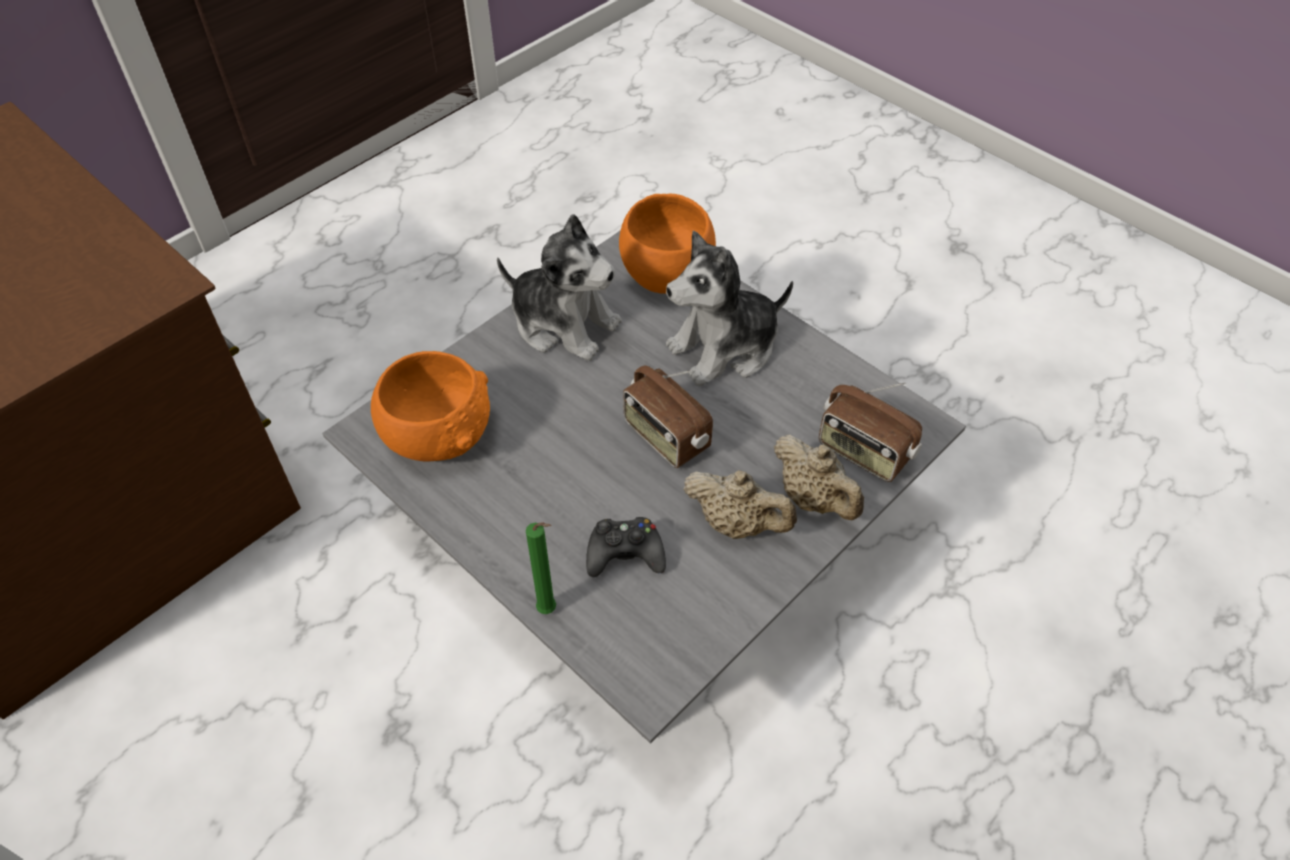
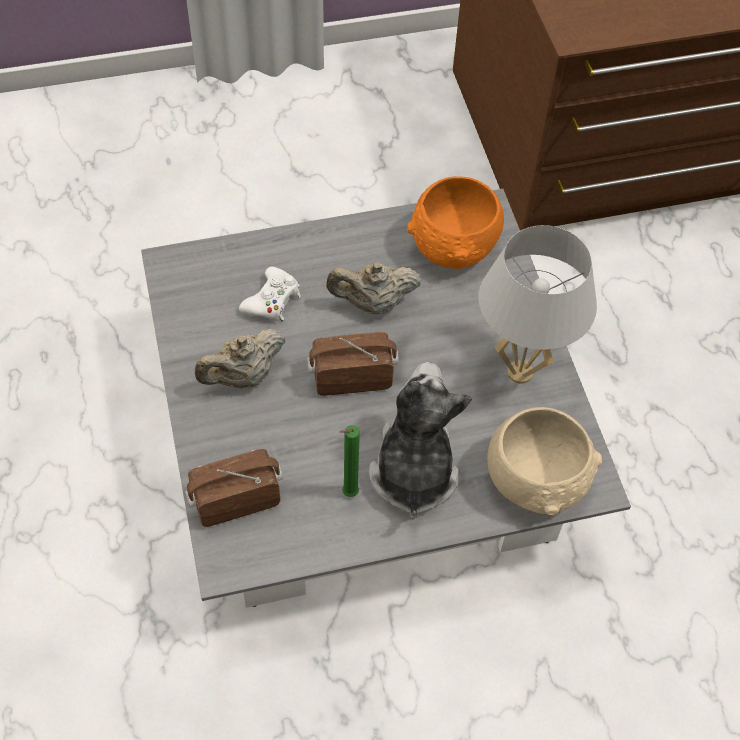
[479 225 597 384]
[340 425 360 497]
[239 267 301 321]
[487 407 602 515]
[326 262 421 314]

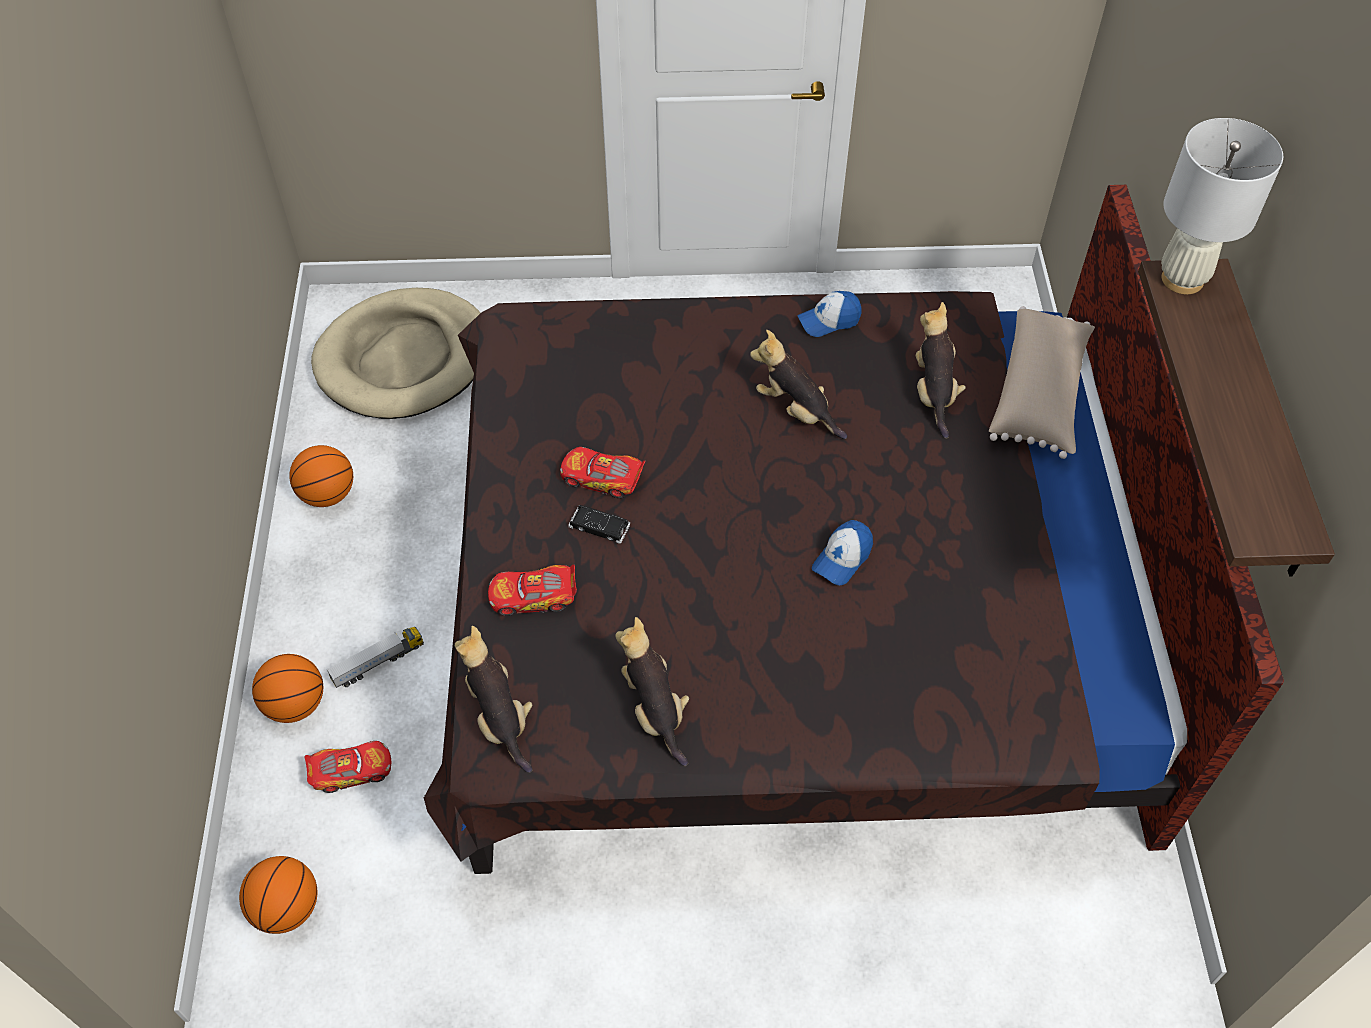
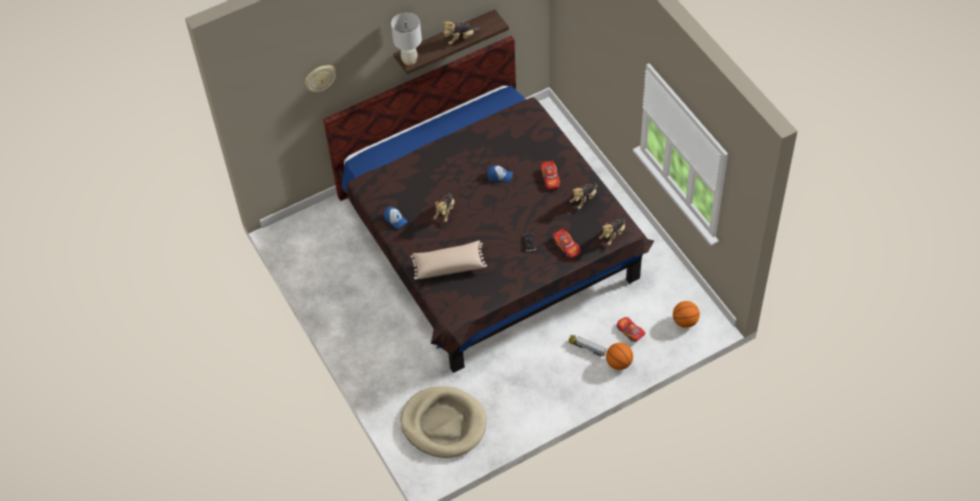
[289 445 353 507] (first image)
[541 160 560 189]
[443 21 480 45]
[411 240 487 280]
[305 65 336 92]

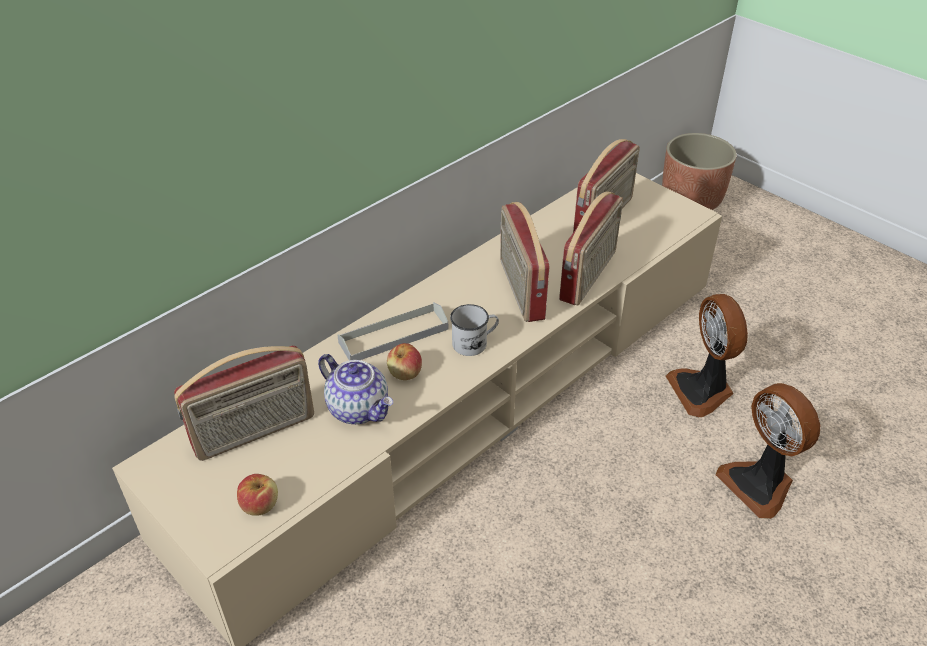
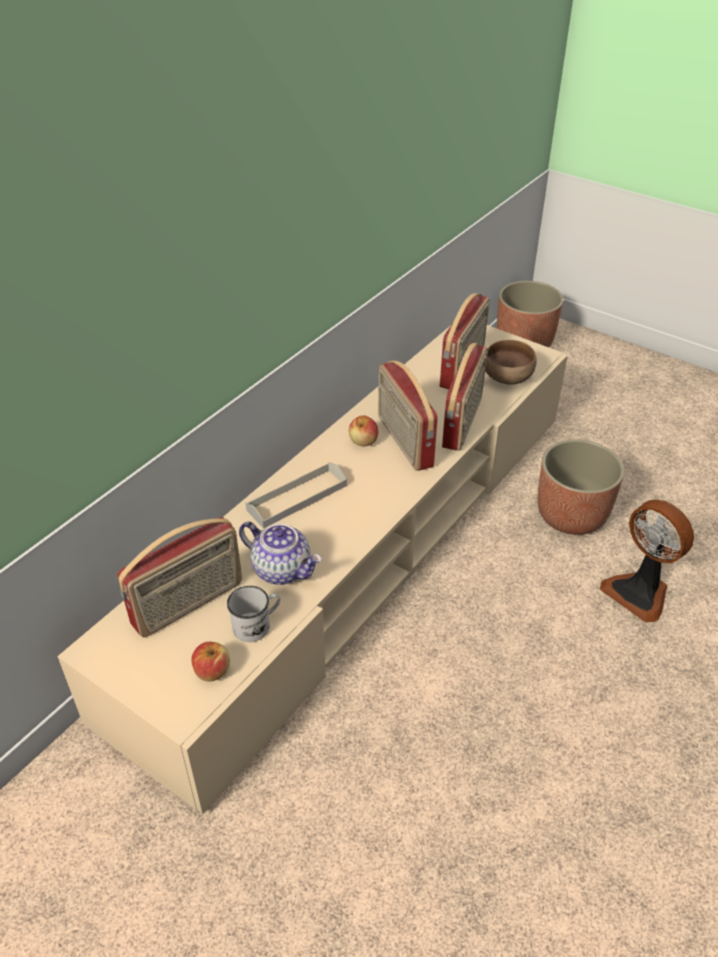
[349 415 378 446]
[227 586 280 642]
[538 440 624 535]
[485 340 537 385]

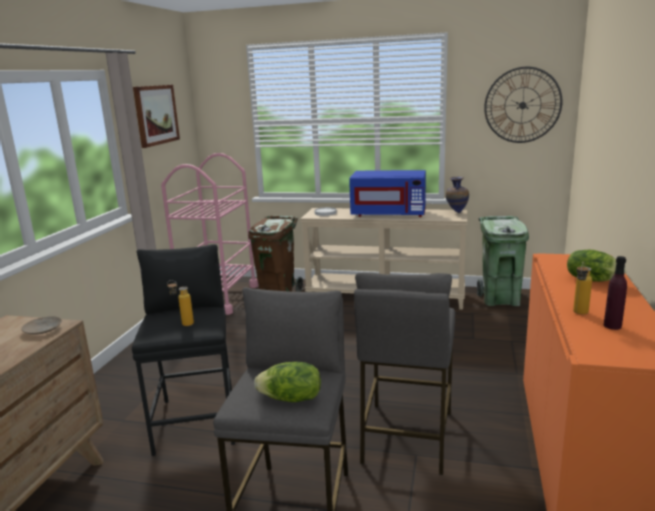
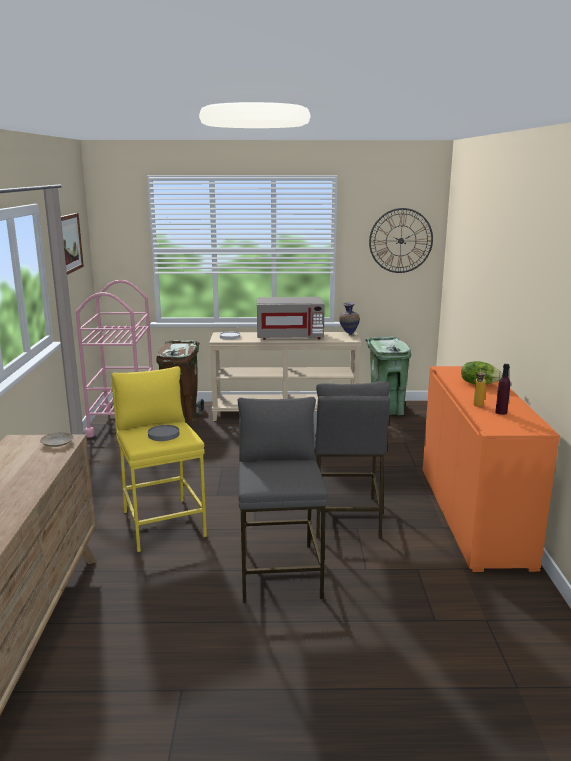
[111 366 207 552]
[148 425 179 441]
[254 362 321 402] (first image)
[257 297 325 340]

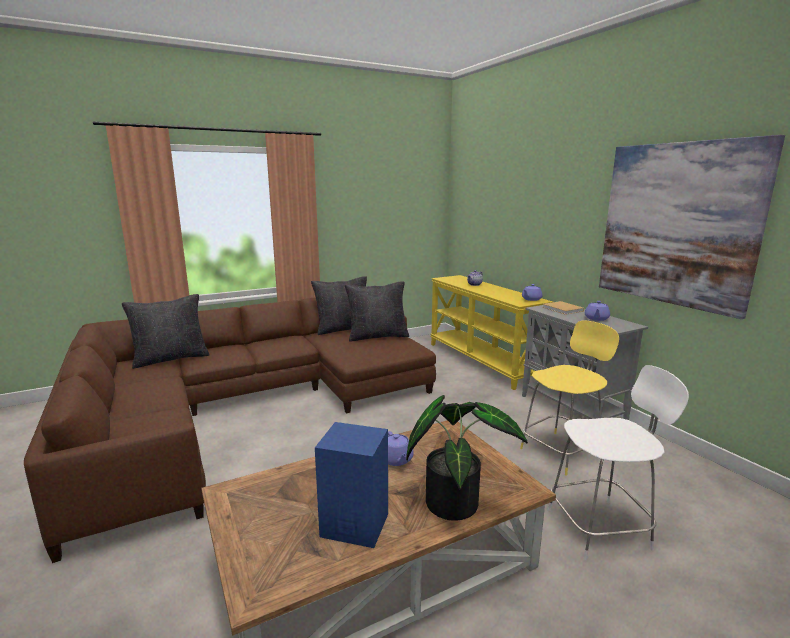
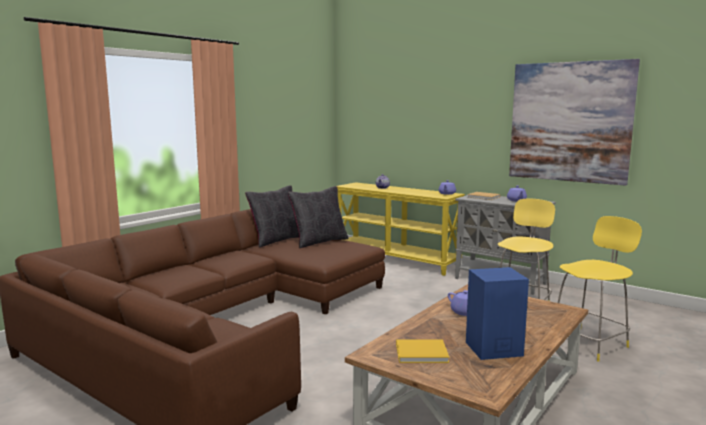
[122 294 209 369] (first image)
[406 395 528 521] (first image)
[558 216 642 362]
[396 340 449 363]

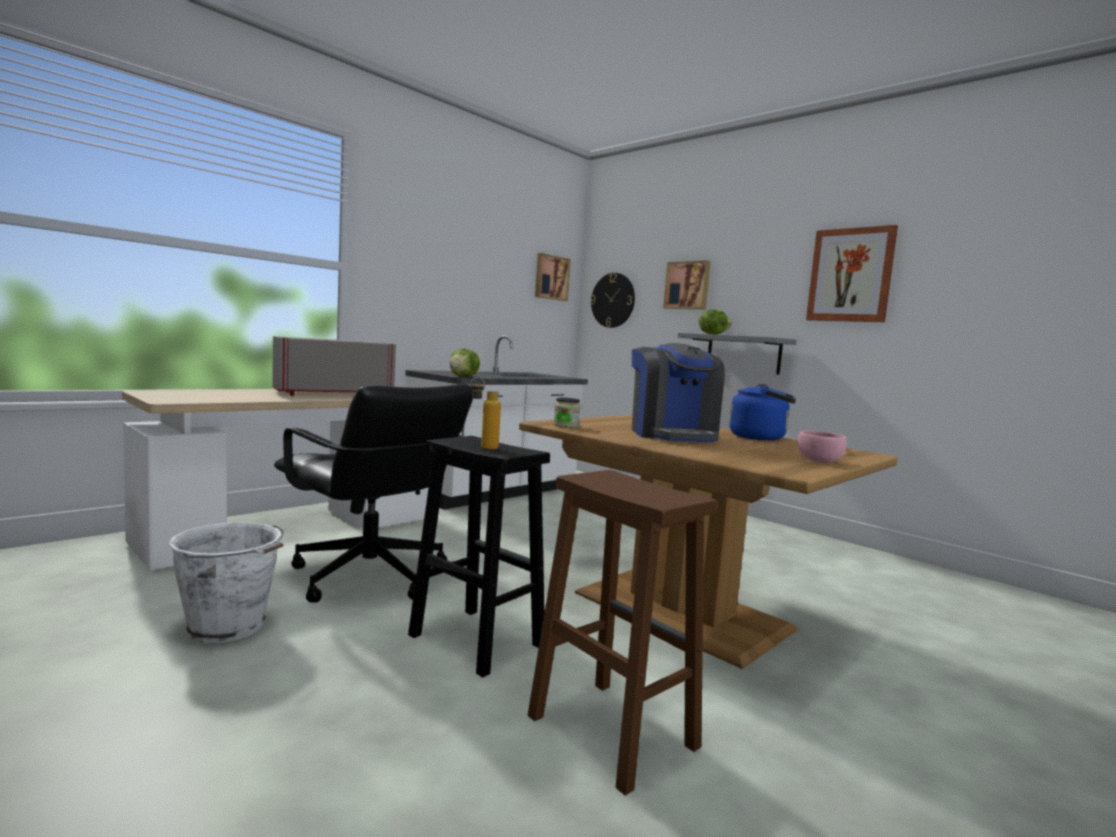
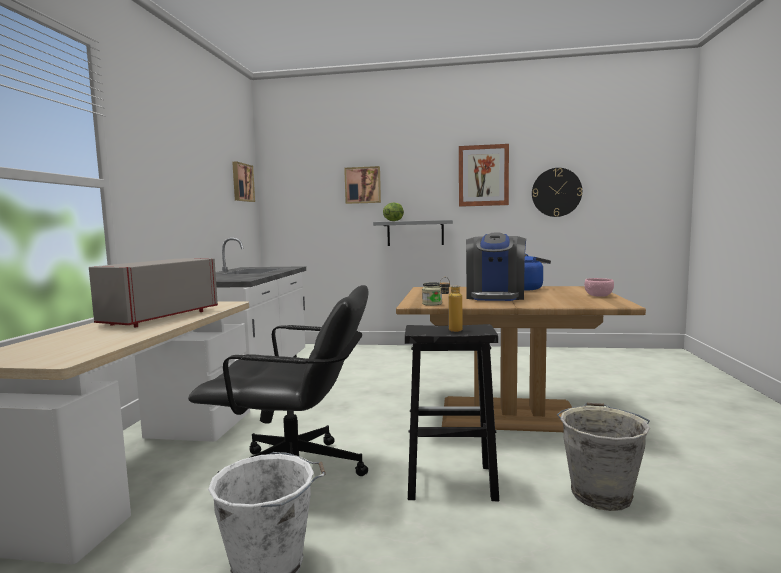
[450 348 480 377] (first image)
[557 402 650 511]
[532 168 582 217]
[466 233 526 301]

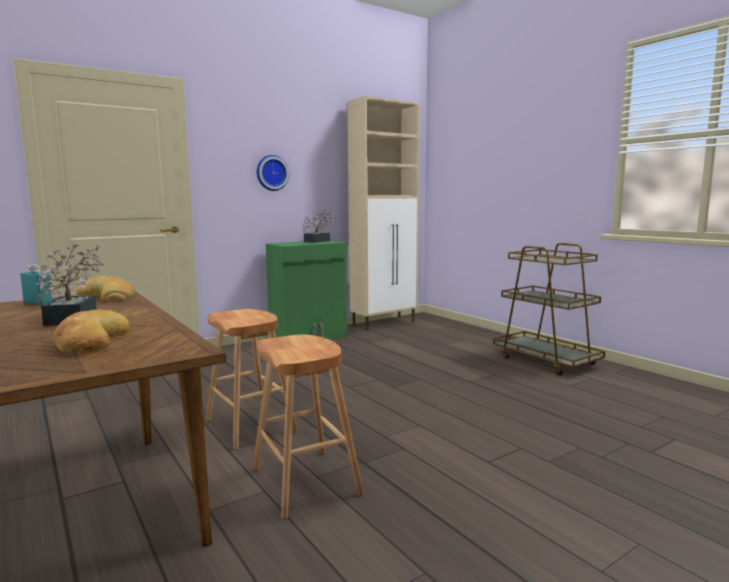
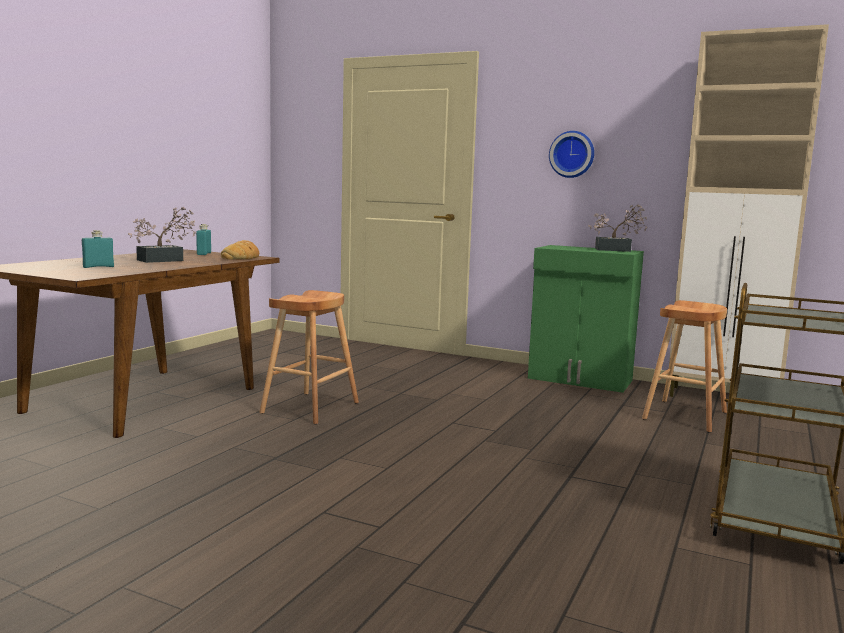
[82 230 114 268]
[642 300 727 433]

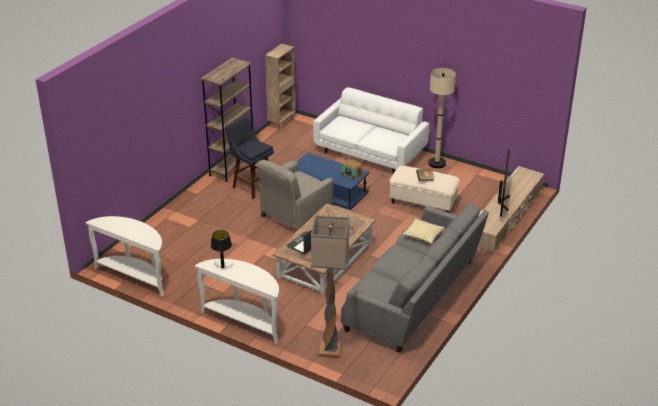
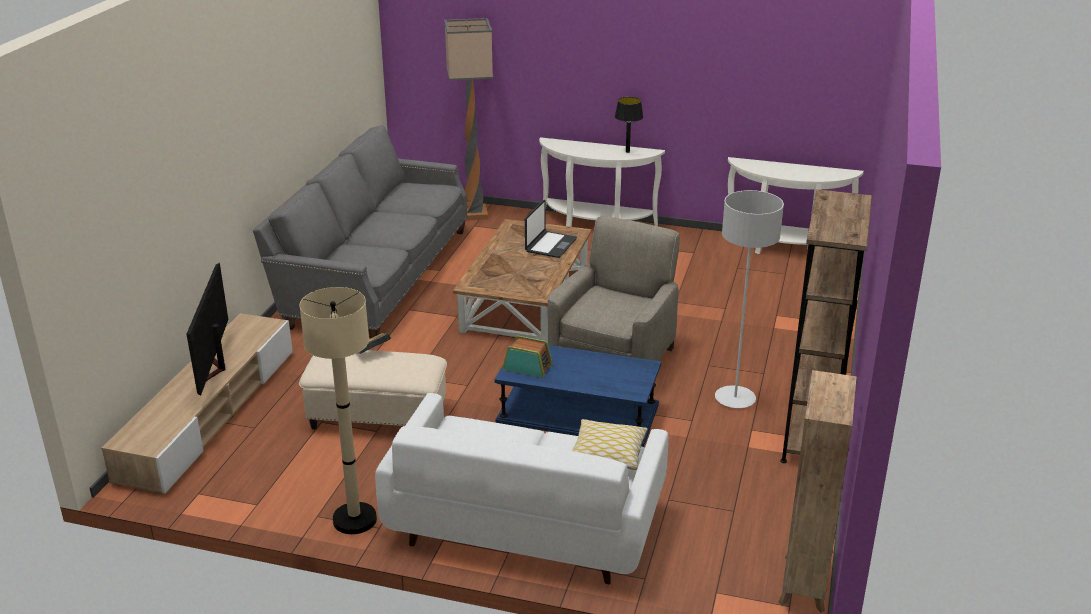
[715 190 784 408]
[572 419 648 470]

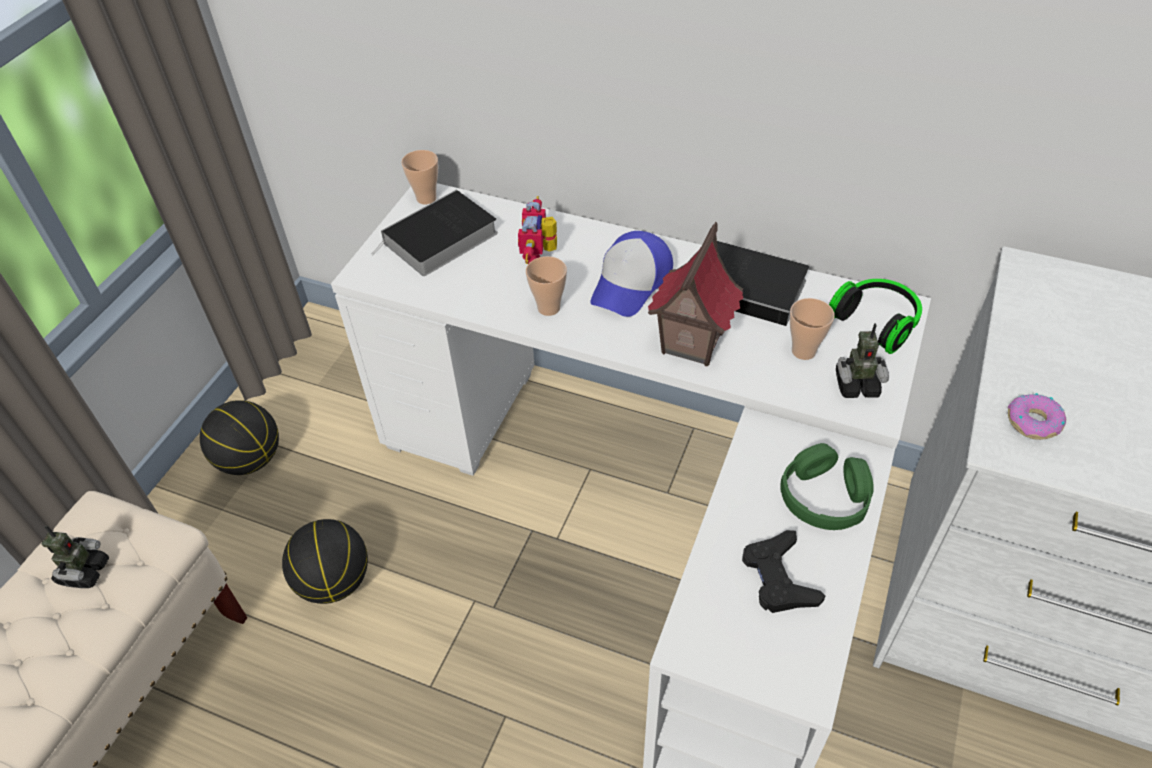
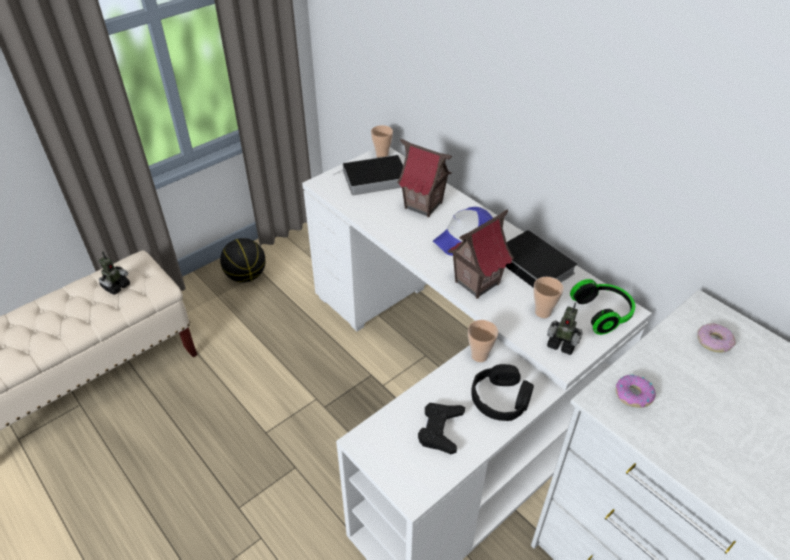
[282 519 368 604] (first image)
[397 139 452 217]
[468 320 498 362]
[471 364 534 421]
[697 323 736 352]

